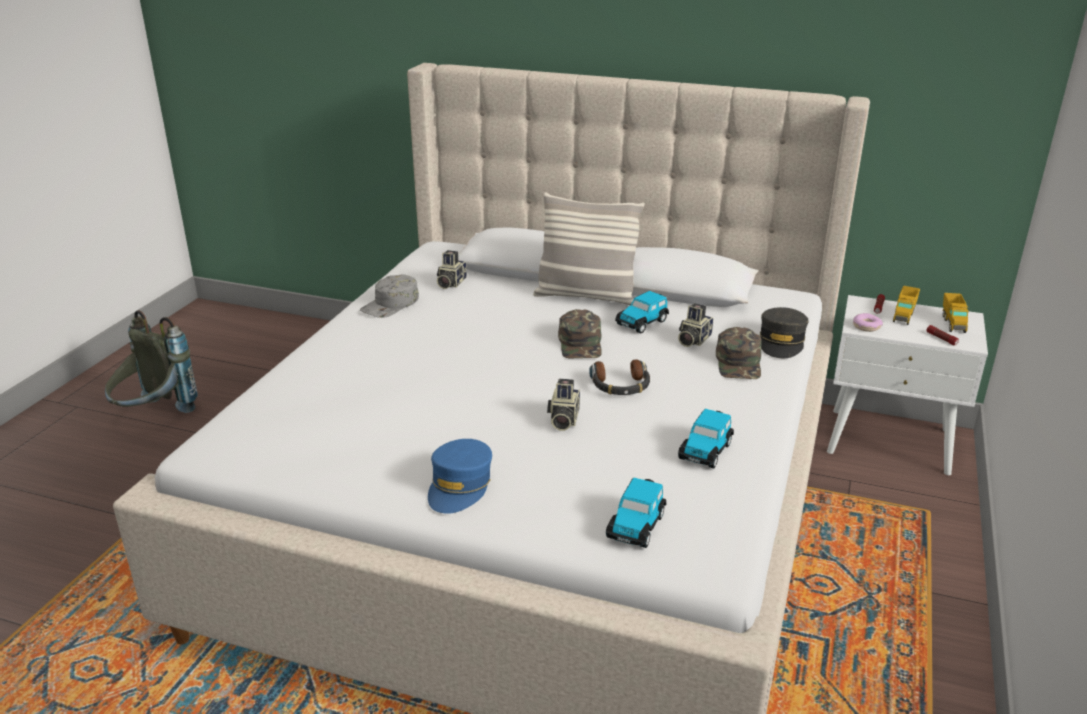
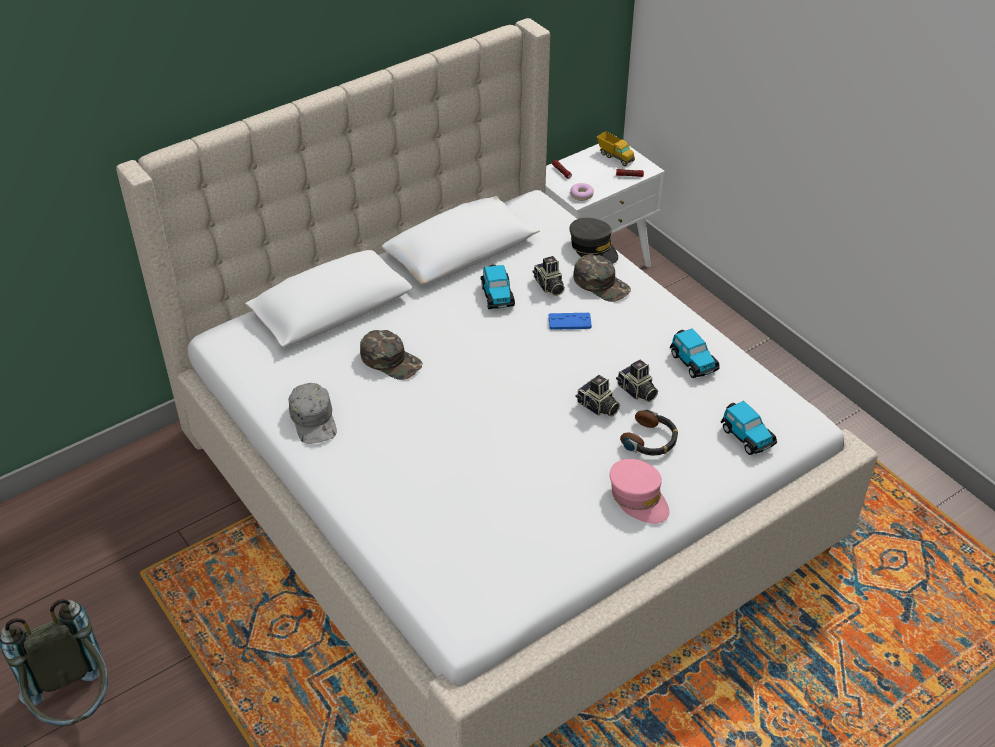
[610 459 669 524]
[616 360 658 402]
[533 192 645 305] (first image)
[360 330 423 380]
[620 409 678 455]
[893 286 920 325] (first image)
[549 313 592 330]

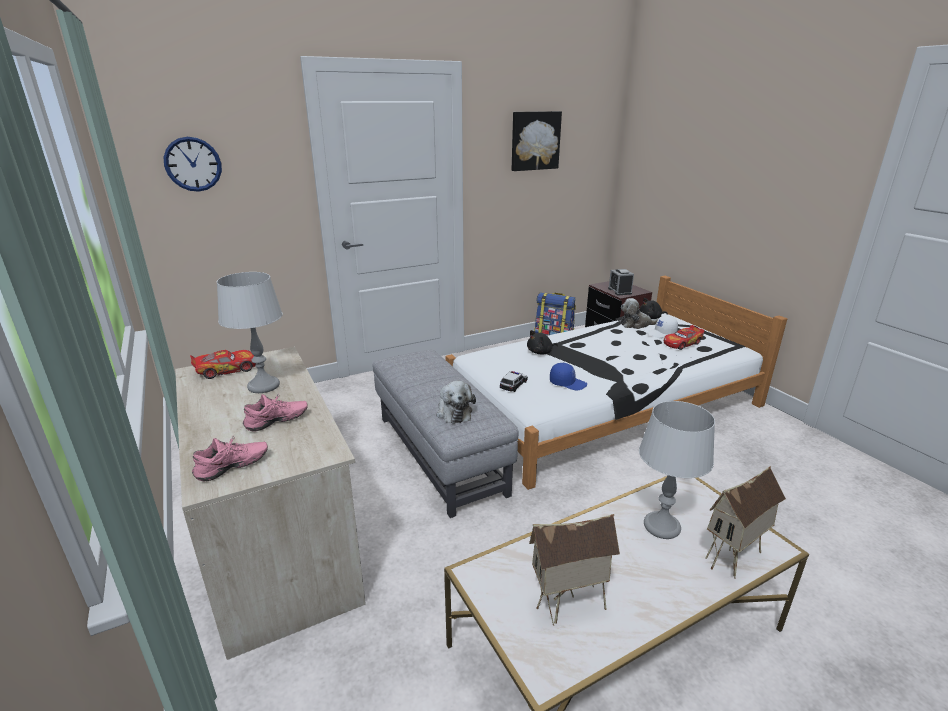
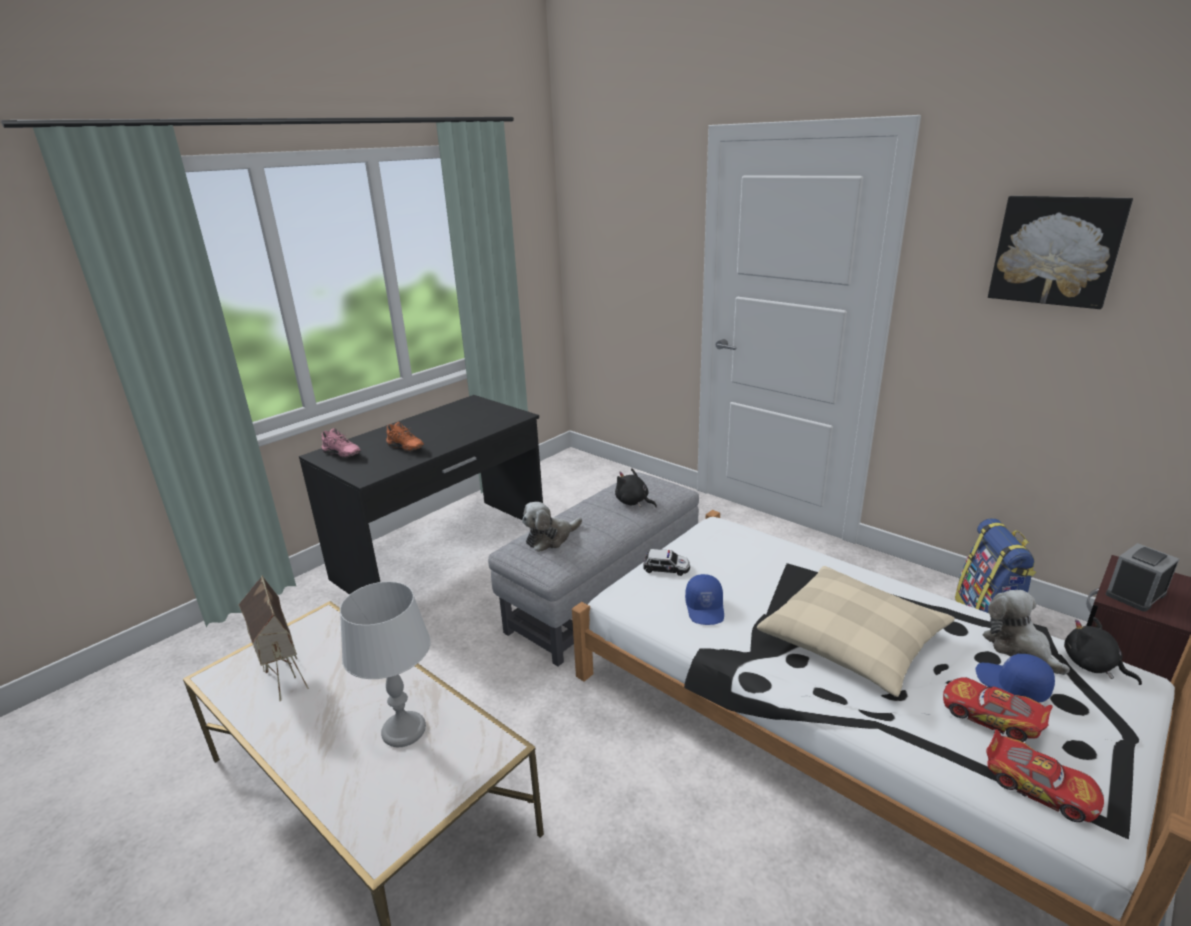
[164 137 222 192] (first image)
[299 395 543 594]
[986 729 1104 822]
[217 272 283 393] (first image)
[386 422 424 451]
[615 469 657 508]
[976 654 1055 702]
[705 466 786 579] (first image)
[757 566 955 697]

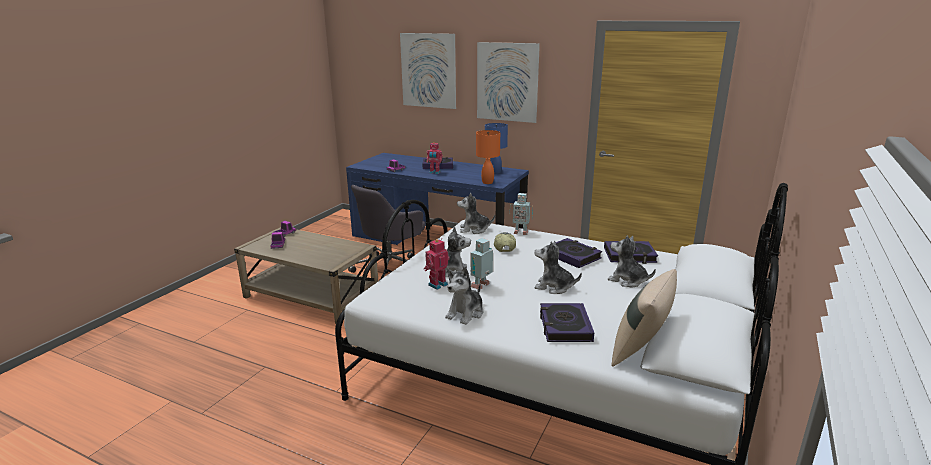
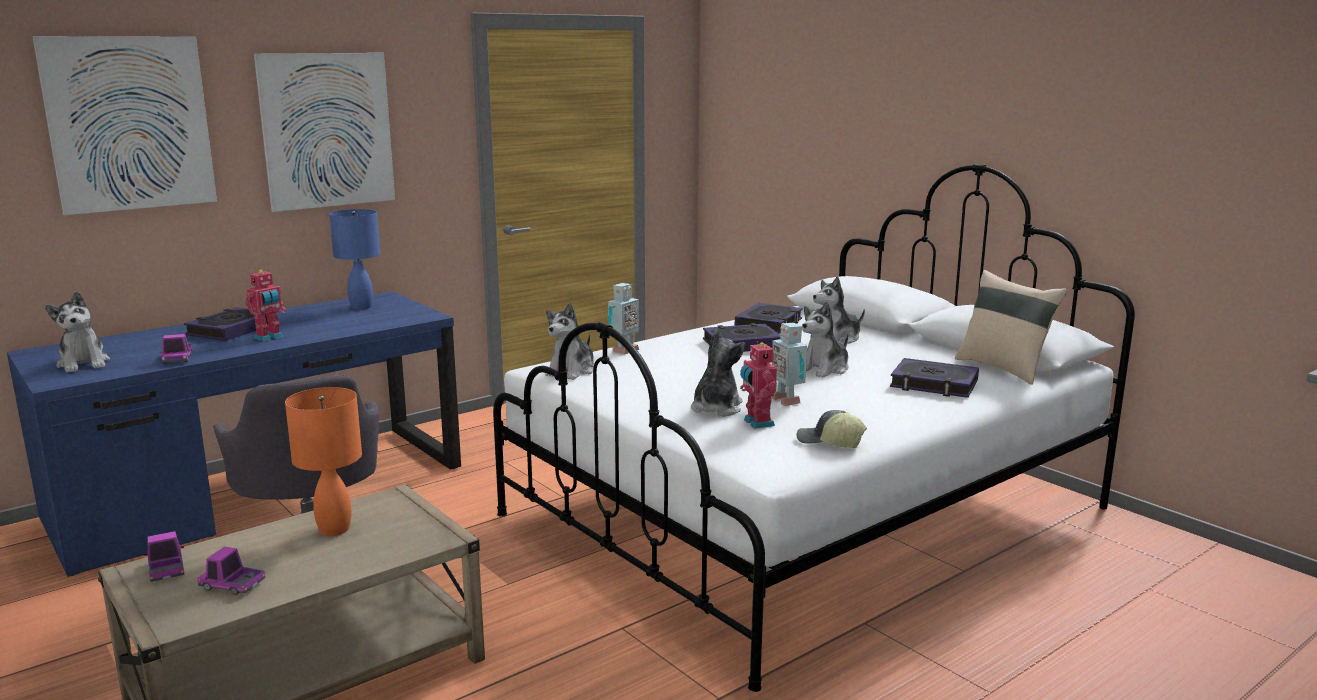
[45 291 110 373]
[285 387 362 536]
[796 410 867 448]

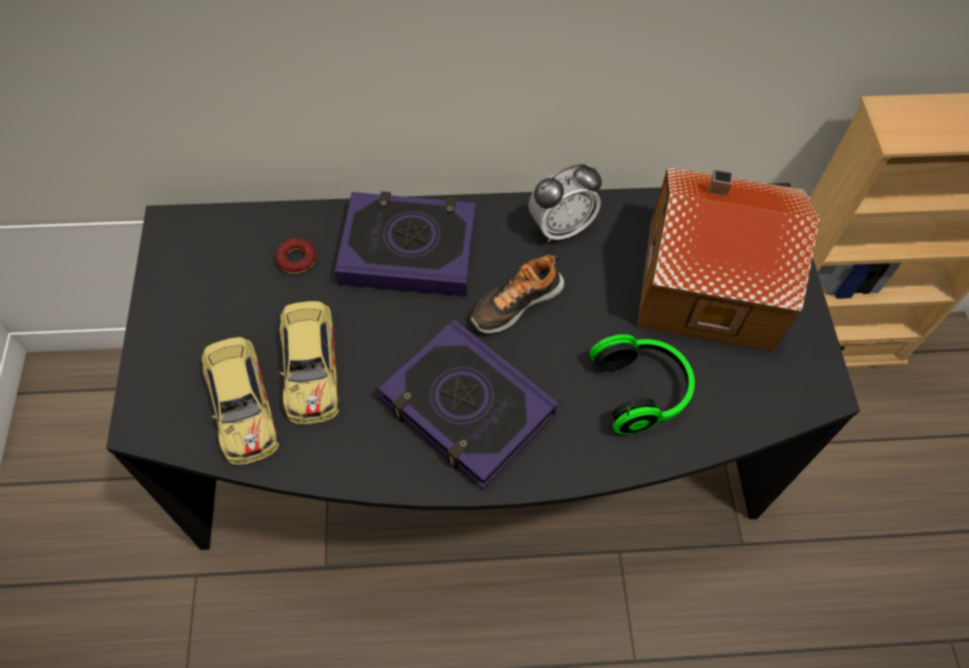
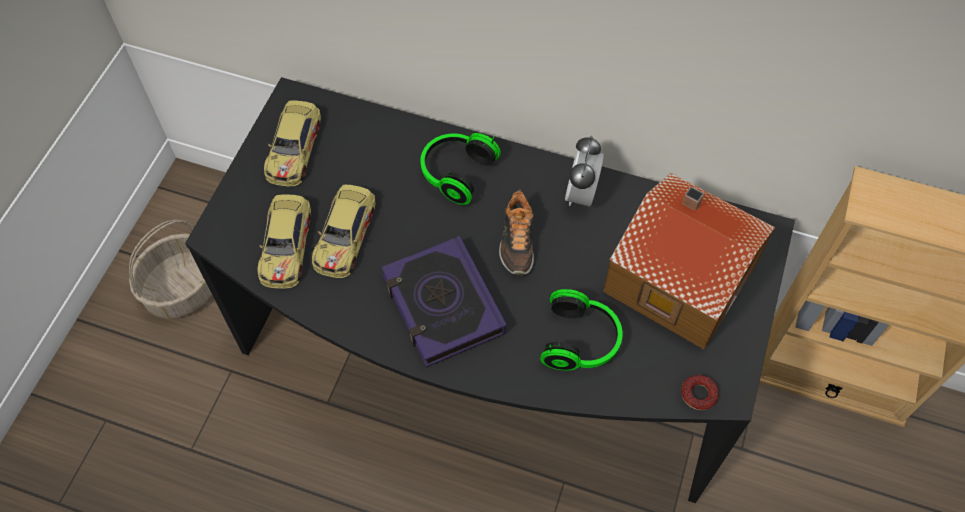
[681 375 719 410]
[420 133 501 205]
[499 189 534 275]
[565 136 604 207]
[129 219 212 318]
[264 101 321 186]

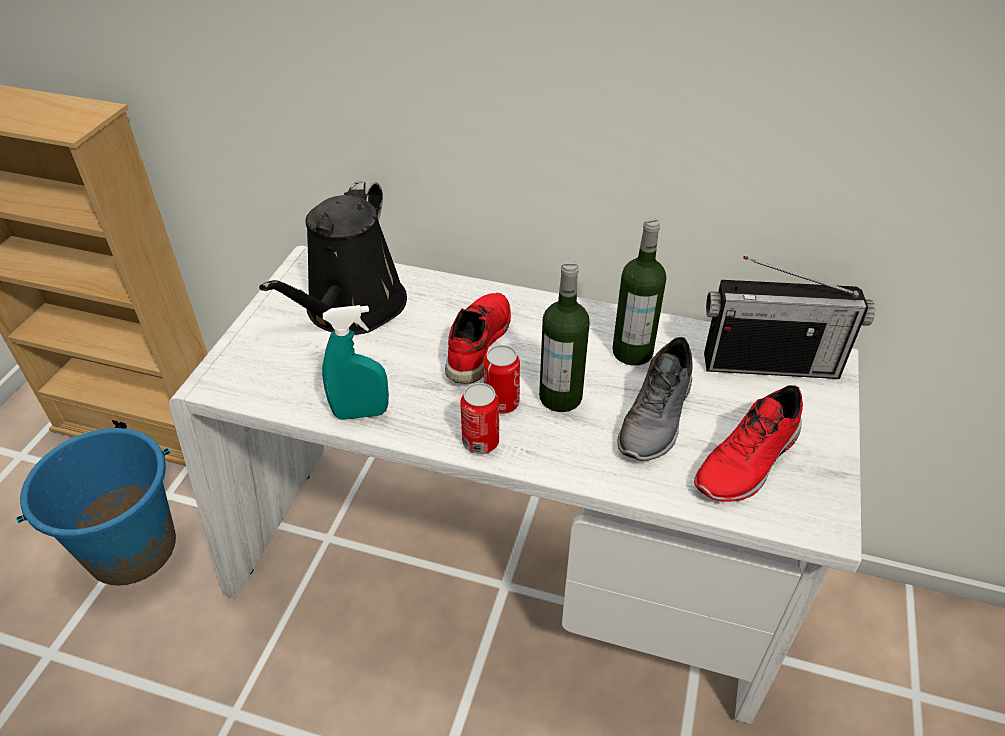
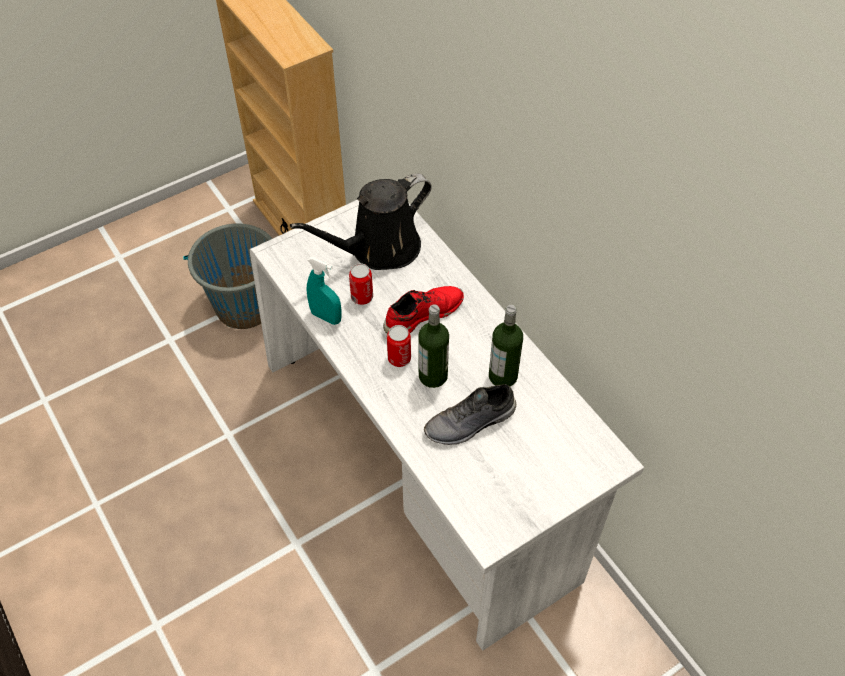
[183 223 272 329]
[349 263 373 305]
[694 385 803 502] (first image)
[704 256 875 379] (first image)

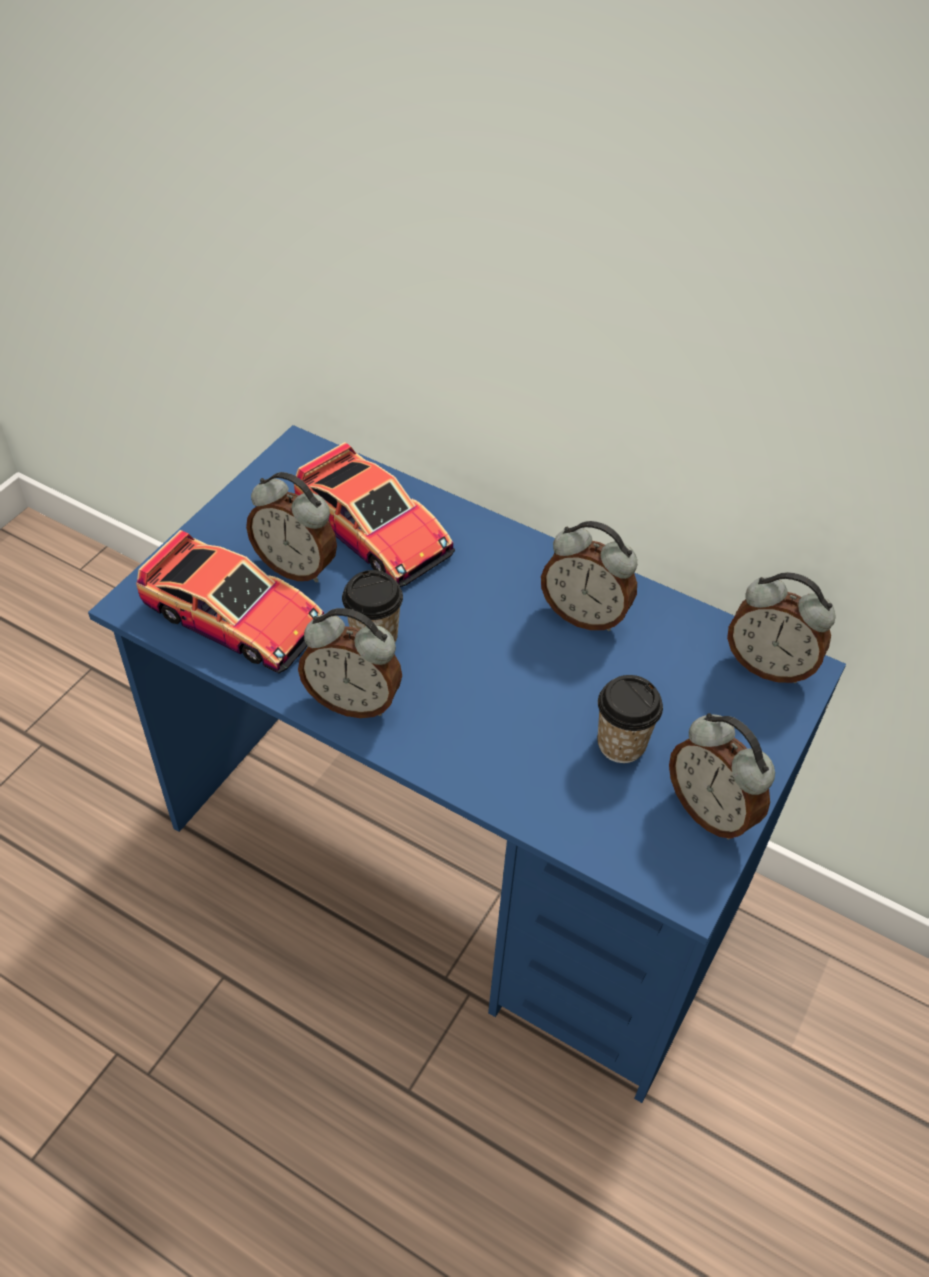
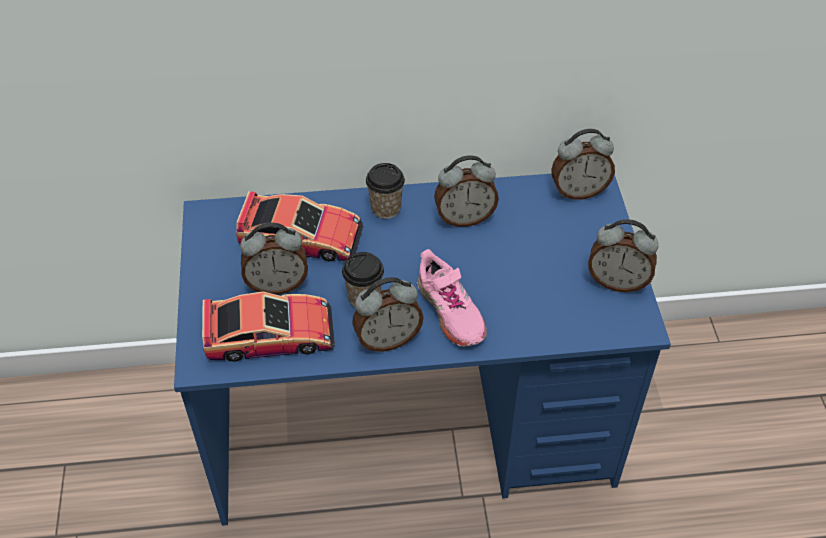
[366 163 405 219]
[417 249 487 347]

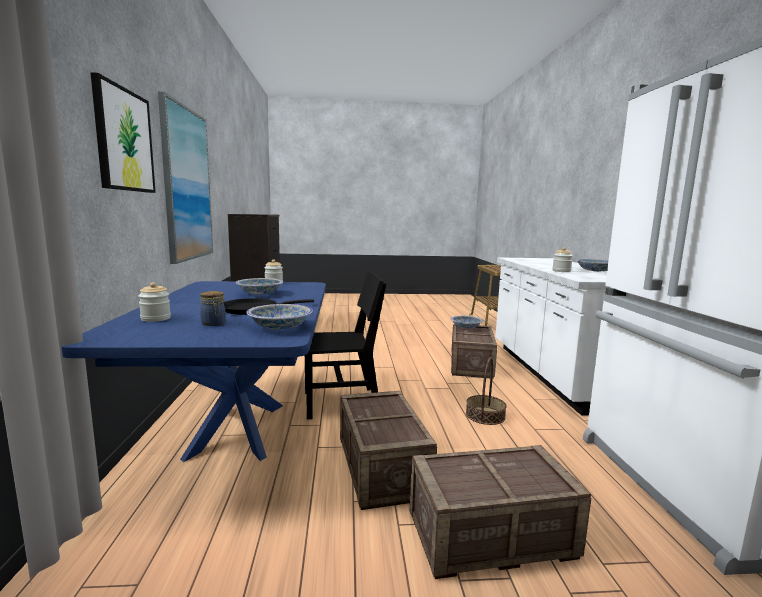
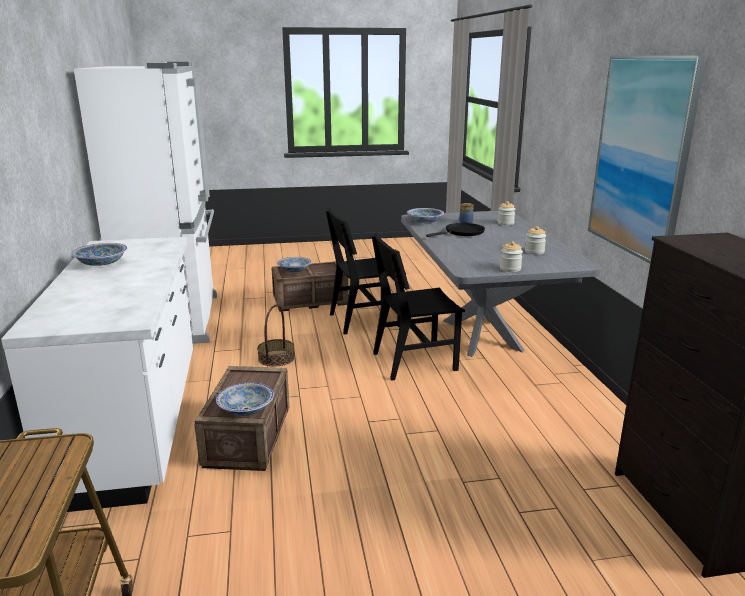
[401 211 601 357]
[90 72 156 193] (first image)
[277 257 311 272]
[326 208 406 334]
[525 226 546 255]

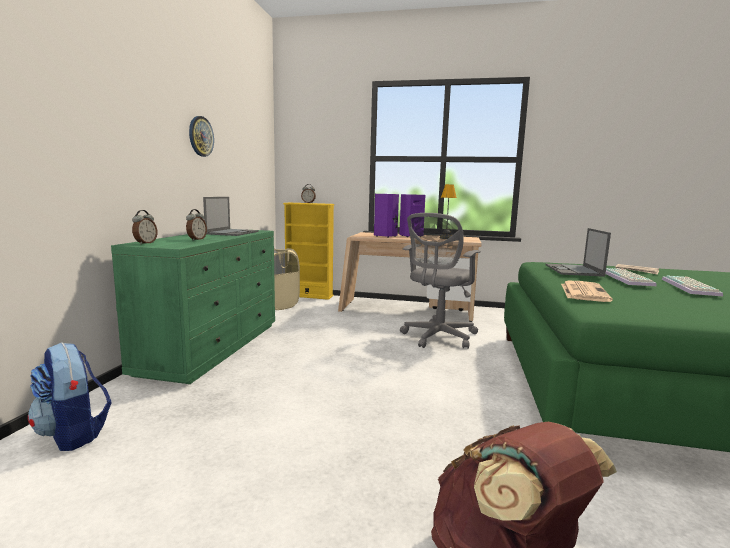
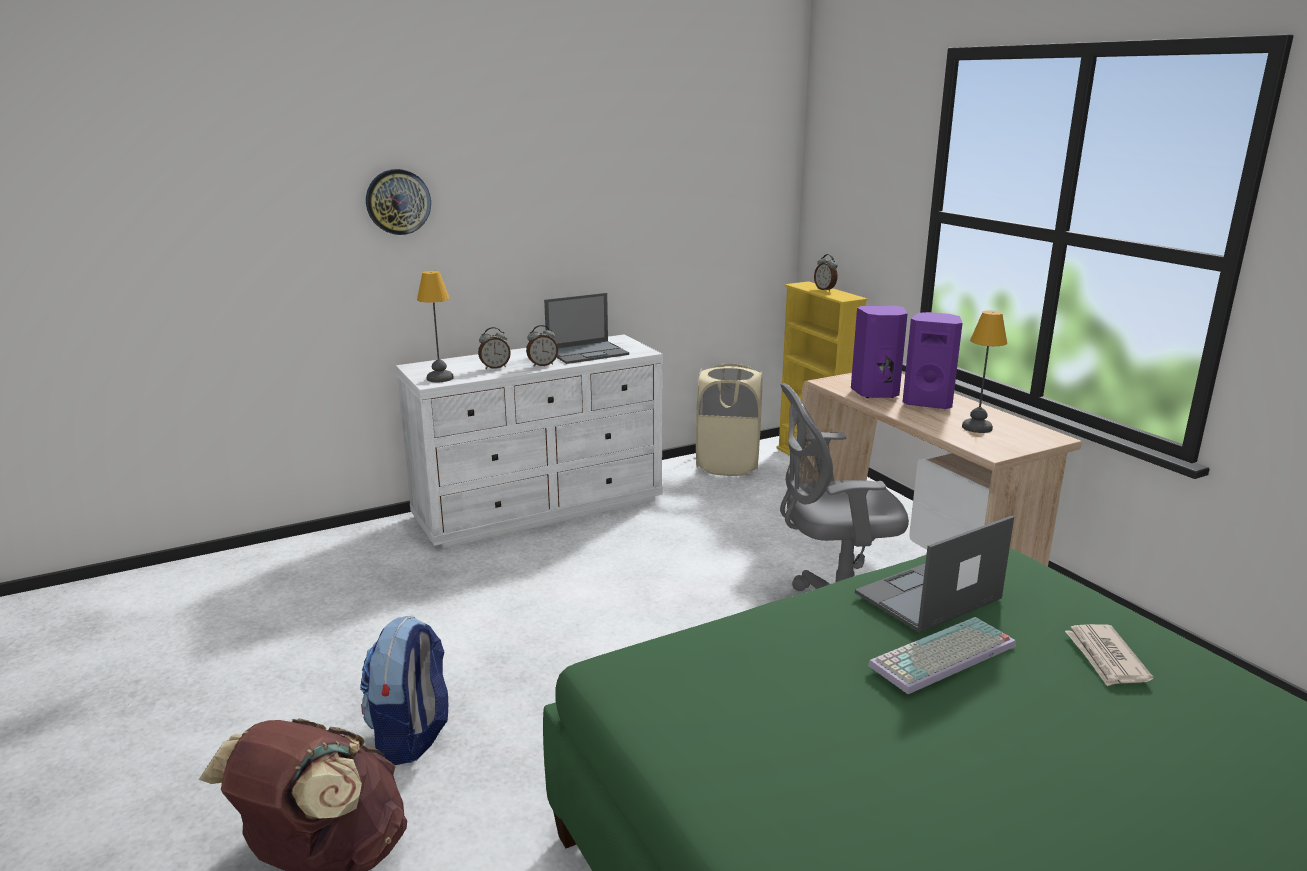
[360 615 448 765]
[396 335 663 548]
[526 325 558 367]
[366 169 431 235]
[561 281 613 302] (first image)
[662 275 723 296] (first image)
[417 271 454 382]

